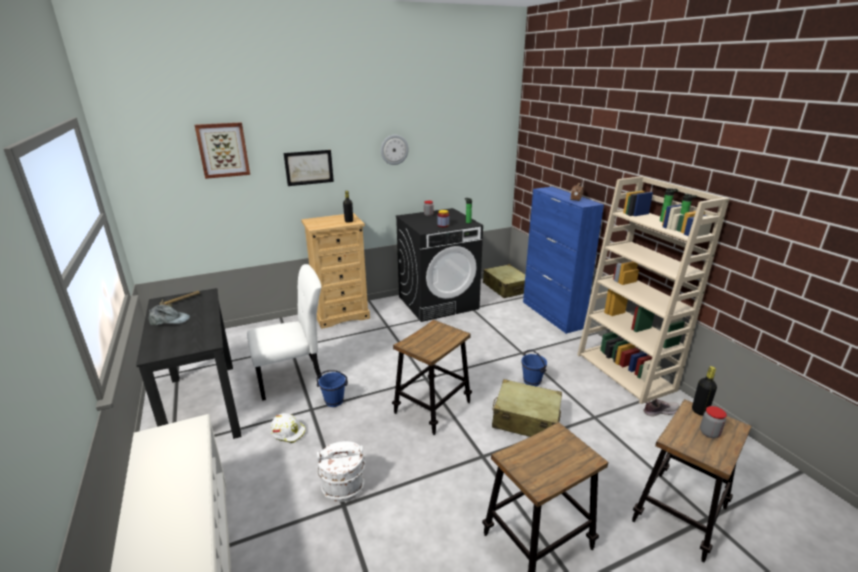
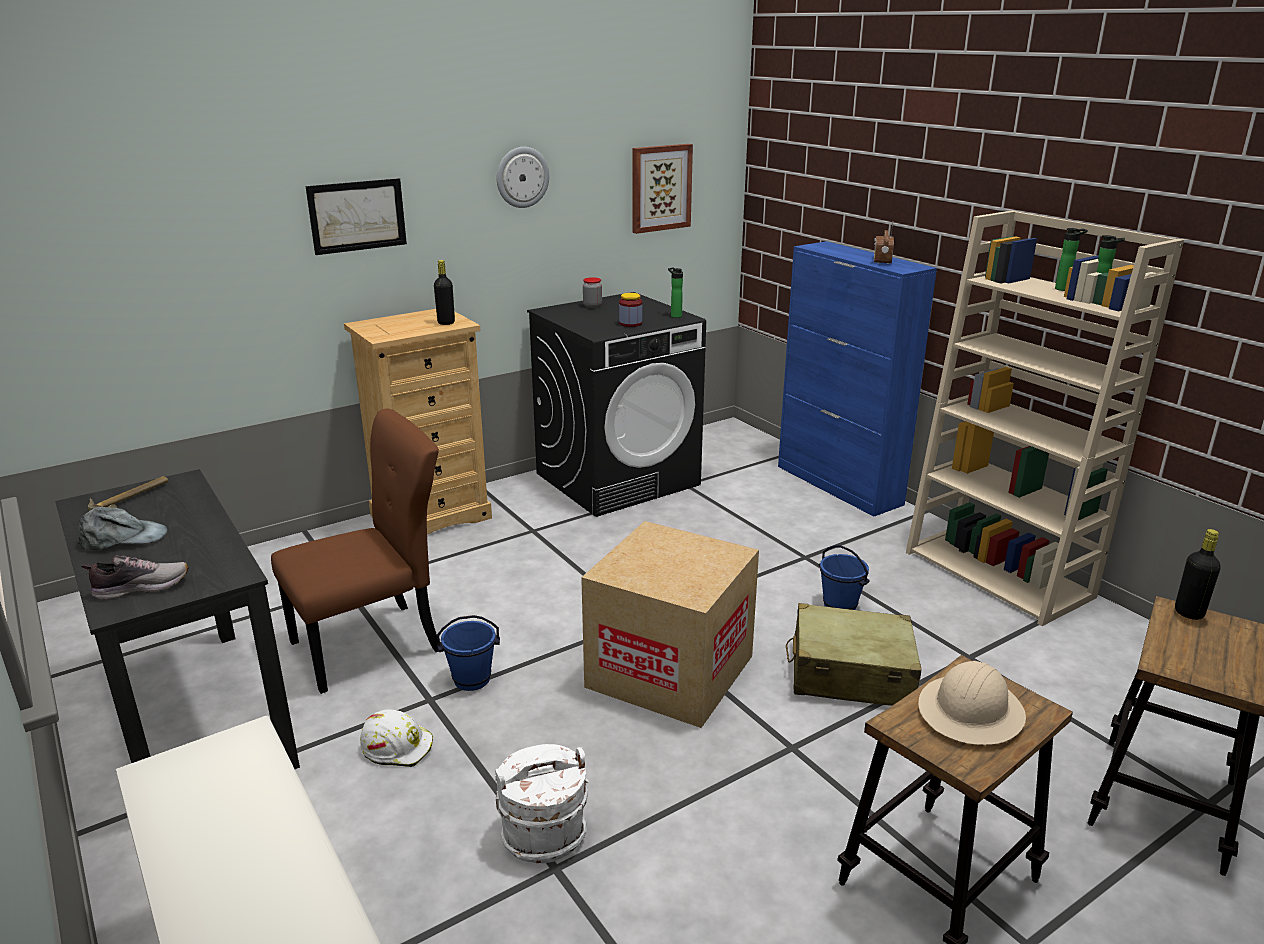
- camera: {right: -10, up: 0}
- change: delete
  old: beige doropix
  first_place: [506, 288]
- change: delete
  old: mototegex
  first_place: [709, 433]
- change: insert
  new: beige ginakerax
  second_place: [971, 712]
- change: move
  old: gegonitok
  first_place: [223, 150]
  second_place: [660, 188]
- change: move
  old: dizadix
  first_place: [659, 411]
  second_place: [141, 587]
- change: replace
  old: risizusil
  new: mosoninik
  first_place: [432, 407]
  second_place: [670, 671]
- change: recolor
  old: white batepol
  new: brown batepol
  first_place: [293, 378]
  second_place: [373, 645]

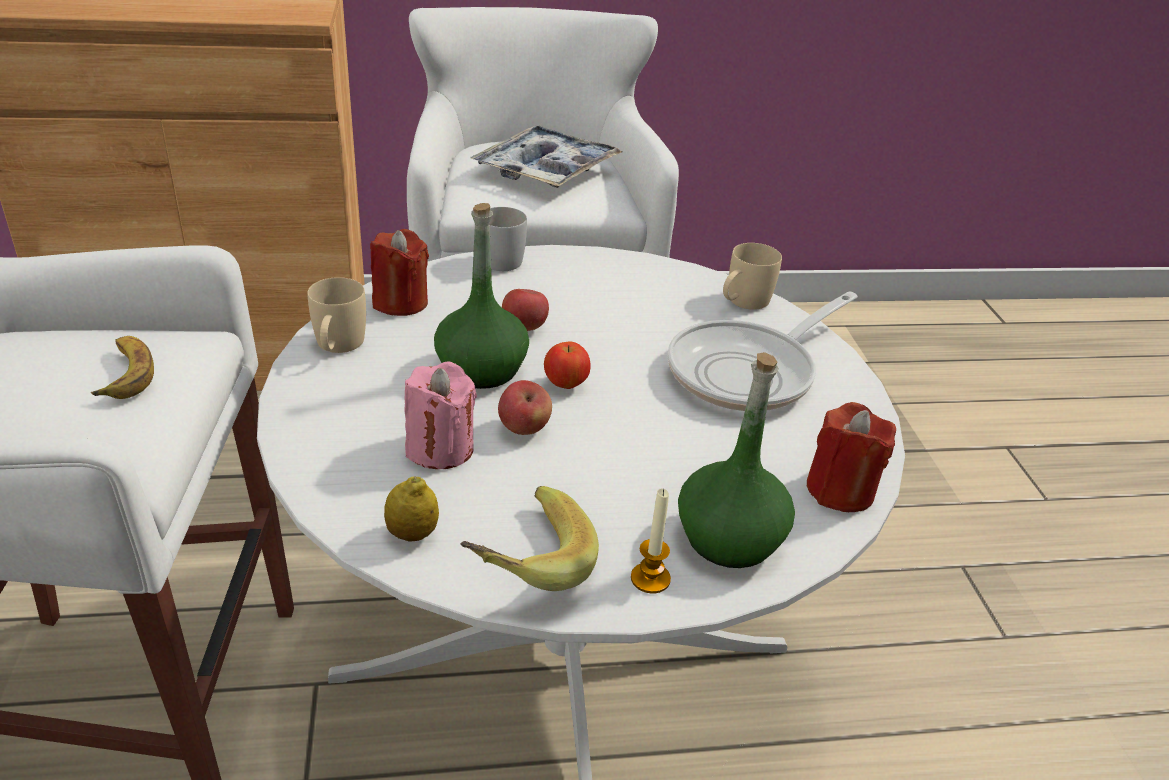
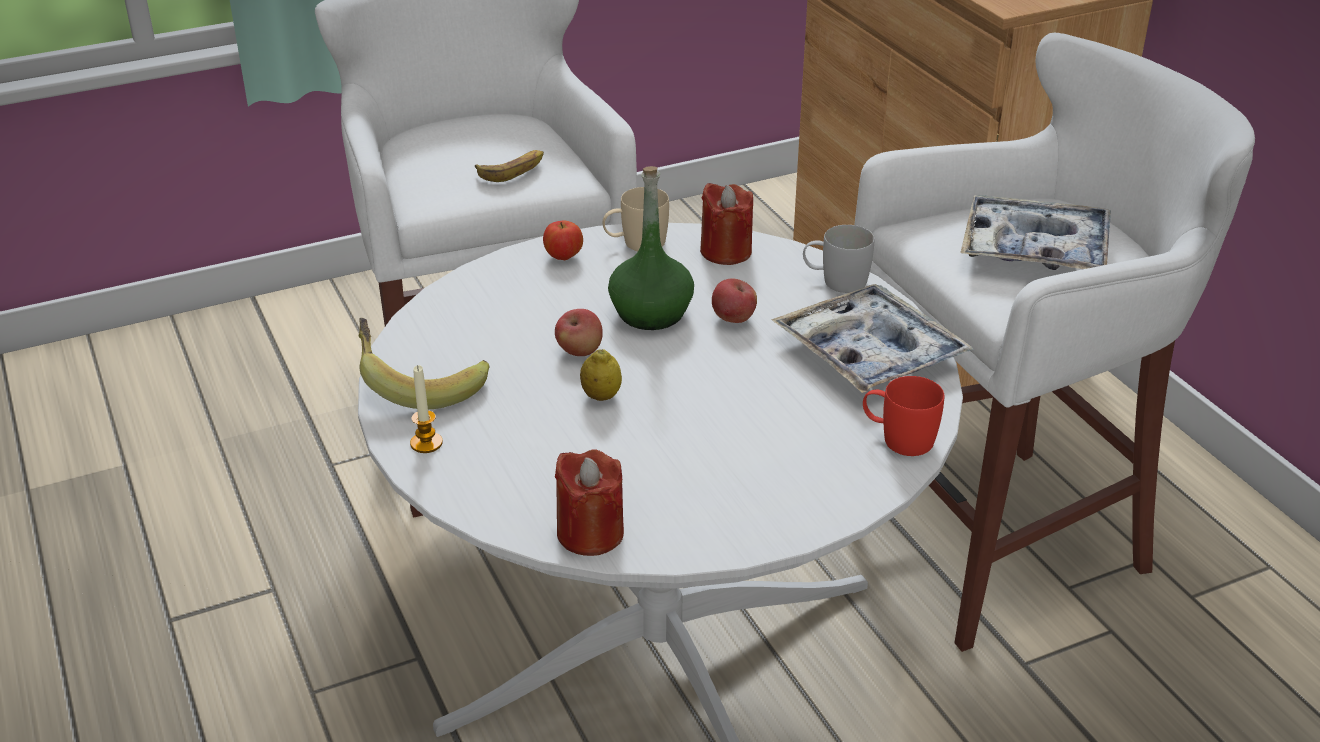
- camera: {right: 75, up: 0}
- change: delete
  old: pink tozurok
  first_place: [440, 448]
- change: delete
  old: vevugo
  first_place: [749, 372]
- change: delete
  old: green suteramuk
  first_place: [730, 538]
- change: insert
  new: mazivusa
  second_place: [869, 353]
- change: move
  old: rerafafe
  first_place: [412, 534]
  second_place: [601, 396]
- change: move
  old: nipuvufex
  first_place: [566, 384]
  second_place: [563, 257]
- change: recolor
  old: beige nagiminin
  new: red nagiminin
  first_place: [742, 303]
  second_place: [898, 438]

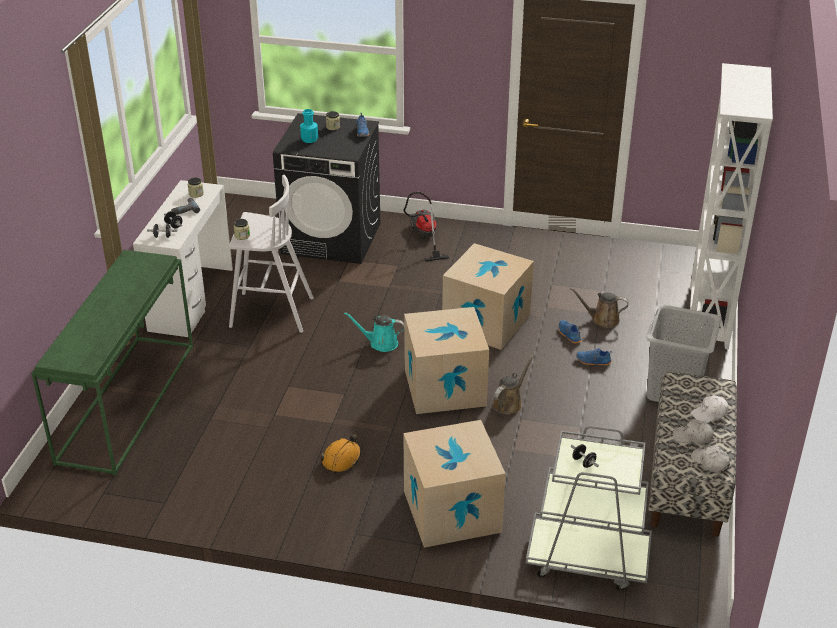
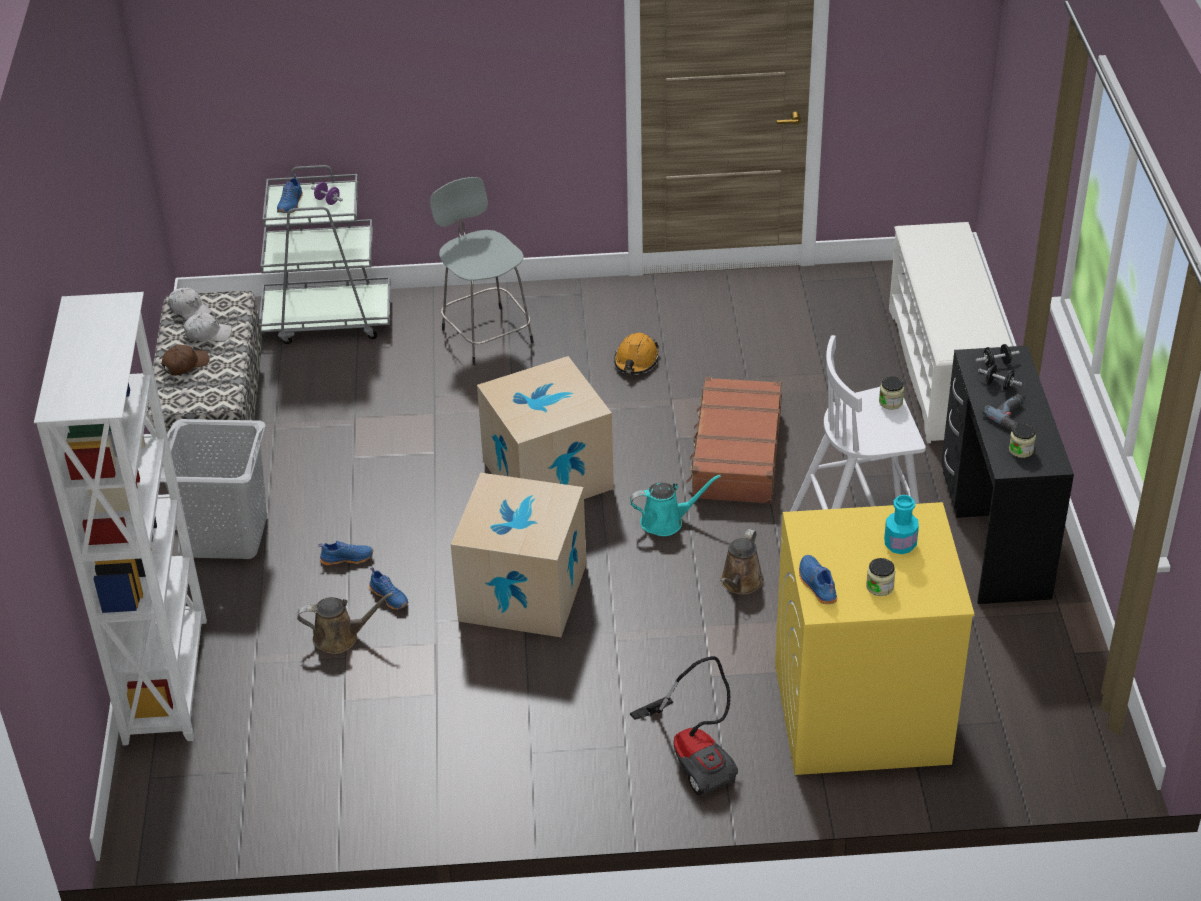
- camera: {right: 165, up: 5}
- change: insert
  new: blue dizadix
  second_place: [291, 204]
- change: insert
  new: brown doropix
  second_place: [735, 454]
- change: move
  old: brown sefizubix
  first_place: [509, 403]
  second_place: [740, 583]
- change: replace
  old: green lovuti
  new: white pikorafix
  first_place: [126, 401]
  second_place: [943, 371]
- change: replace
  old: mosoninik
  new: grey risizusil
  first_place: [452, 511]
  second_place: [485, 334]
- change: recolor
  old: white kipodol
  new: black kipodol
  first_place: [191, 299]
  second_place: [995, 534]
- change: recolor
  old: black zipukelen
  new: yellow zipukelen
  first_place: [332, 238]
  second_place: [860, 713]
- change: recolor
  old: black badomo
  new: purple badomo
  first_place: [583, 462]
  second_place: [327, 201]
- change: recolor
  old: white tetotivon
  new: brown tetotivon
  first_place: [709, 413]
  second_place: [185, 364]

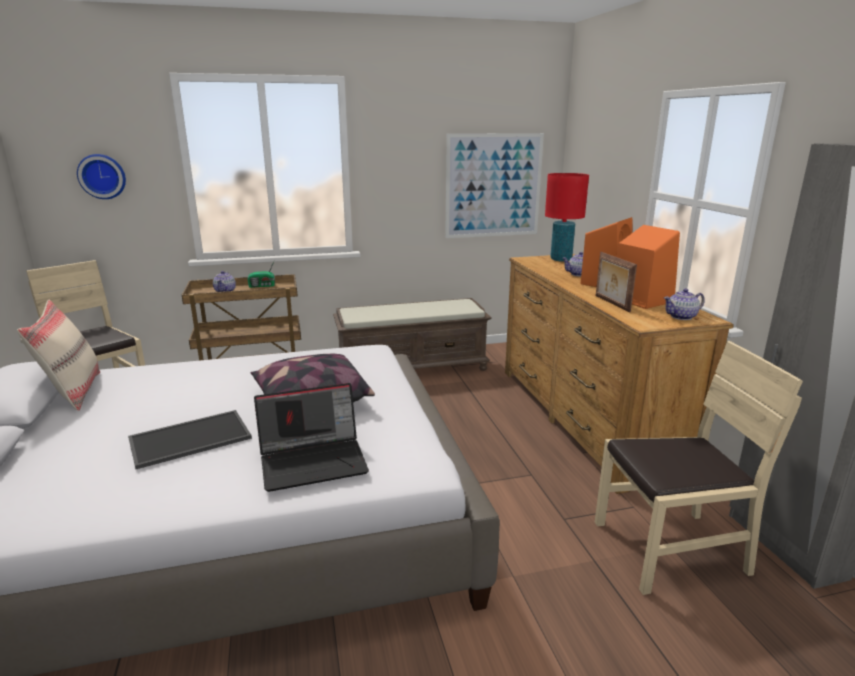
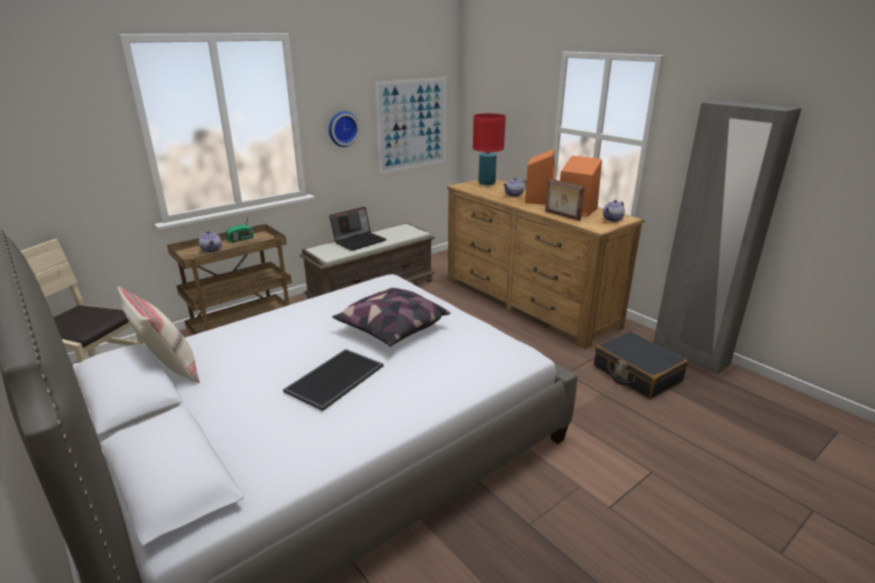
- camera: {right: -25, up: 5}
- change: move
  old: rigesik
  first_place: [102, 176]
  second_place: [342, 128]
- change: move
  old: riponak
  first_place: [314, 461]
  second_place: [359, 241]
- change: replace
  old: beige batepol
  new: black doropix
  first_place: [670, 549]
  second_place: [636, 374]

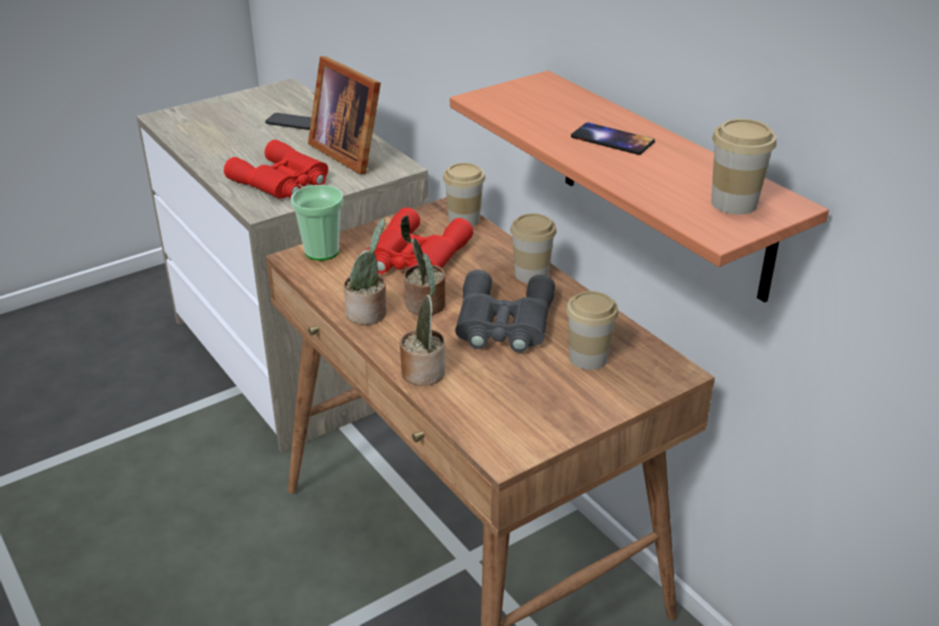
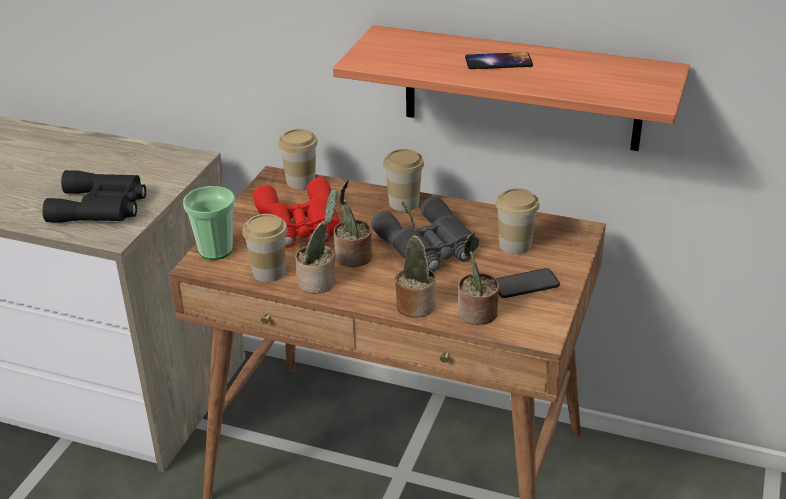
- camera: {right: -35, up: 0}
- change: delete
  old: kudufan
  first_place: [349, 152]
- change: insert
  new: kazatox
  second_place: [476, 314]
- change: move
  old: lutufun
  first_place: [292, 122]
  second_place: [525, 284]
- change: move
  old: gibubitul
  first_place: [734, 203]
  second_place: [269, 272]
- change: recolor
  old: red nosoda
  new: black nosoda
  first_place: [282, 181]
  second_place: [101, 207]

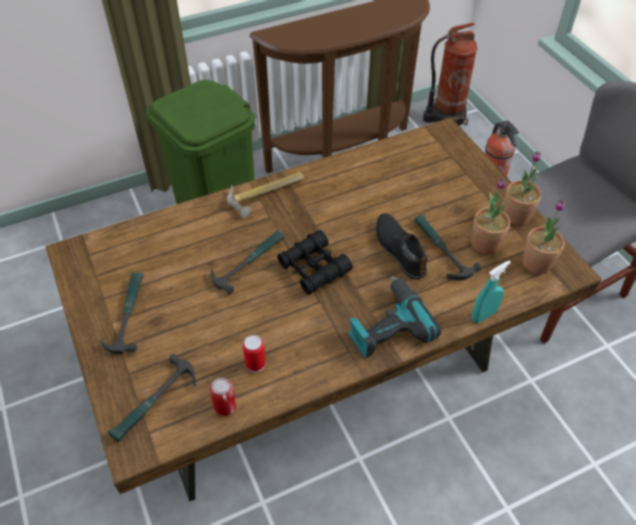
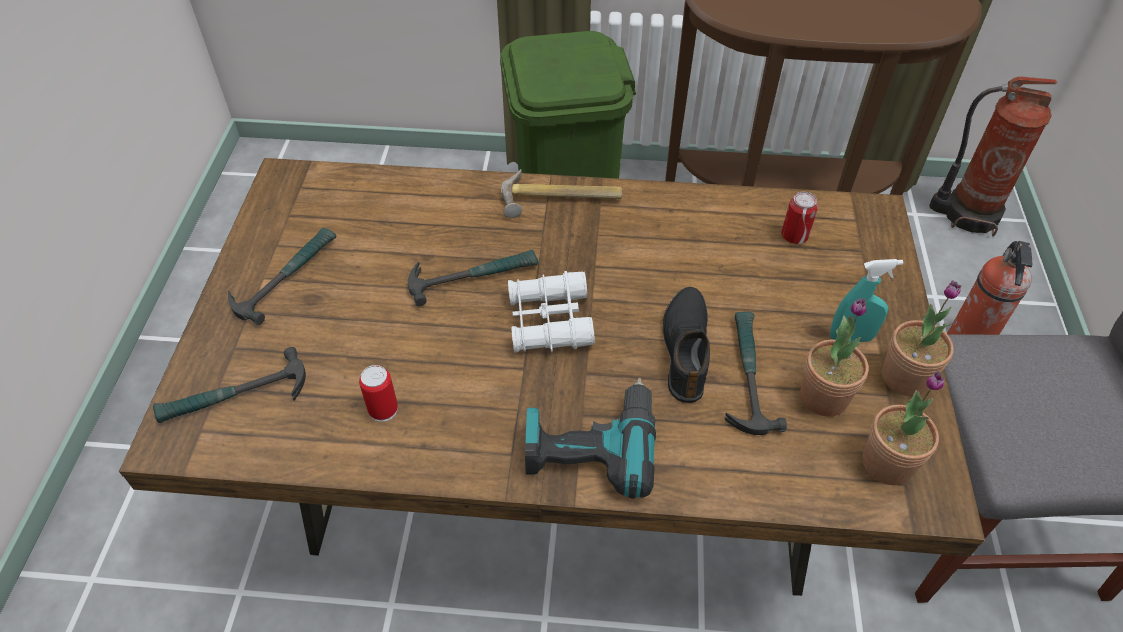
- camera: {right: 30, up: 0}
- change: move
  old: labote
  first_place: [225, 406]
  second_place: [794, 236]
- change: move
  old: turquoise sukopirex
  first_place: [483, 315]
  second_place: [851, 338]
- change: recolor
  old: black nosoda
  new: white nosoda
  first_place: [314, 268]
  second_place: [549, 321]

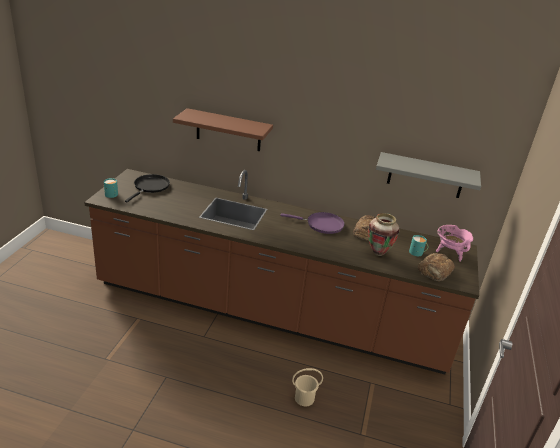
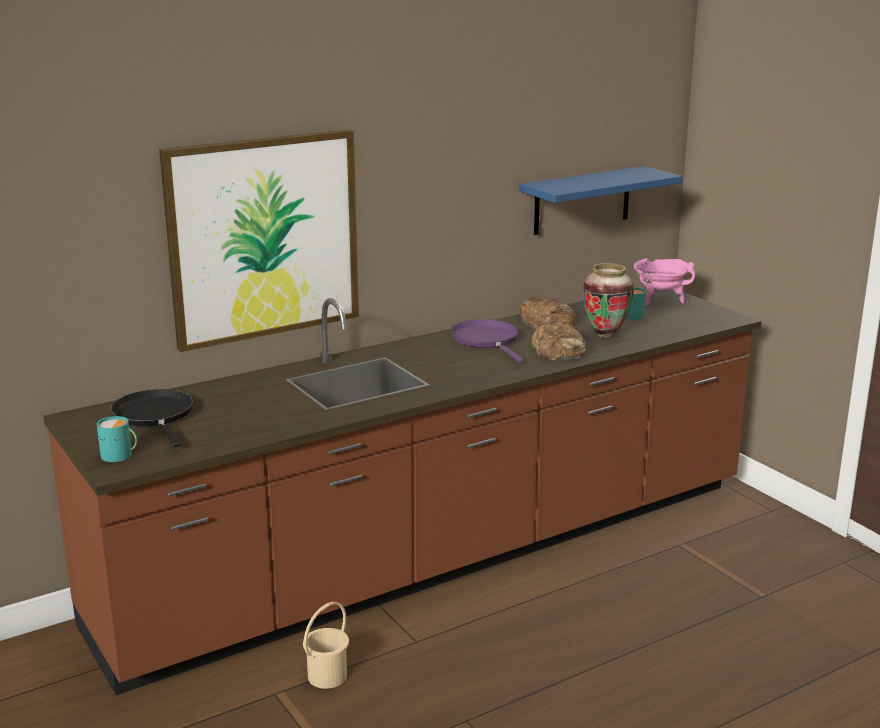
- camera: {right: -45, up: -10}
- change: move
  old: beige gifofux
  first_place: [304, 398]
  second_place: [326, 676]
- change: move
  old: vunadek
  first_place: [435, 271]
  second_place: [559, 350]
- change: replace
  old: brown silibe
  new: gegonitok
  first_place: [228, 130]
  second_place: [264, 238]
- change: recolor
  old: grey silibe
  new: blue silibe
  first_place: [425, 176]
  second_place: [582, 200]
- change: rotate
  old: purple vevugo
  first_place: [322, 225]
  second_place: [487, 340]
  degrees: -75

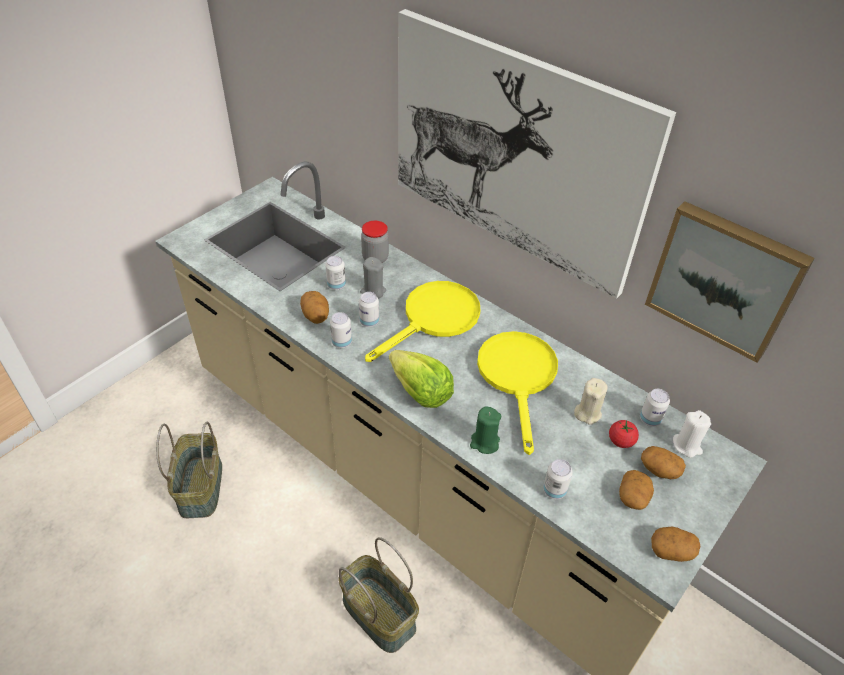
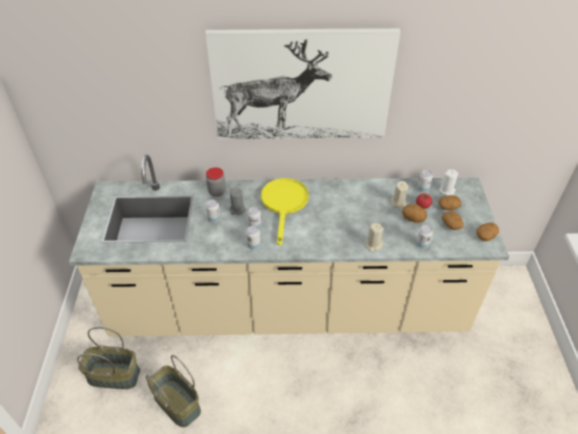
- camera: {right: -40, up: 0}
- change: delete
  old: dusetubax
  first_place: [420, 392]
- change: delete
  old: yellow vevugo
  first_place: [518, 377]
- change: delete
  old: gegonitok
  first_place: [725, 279]
- change: move
  old: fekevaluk
  first_place: [316, 316]
  second_place: [413, 219]
- change: move
  old: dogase
  first_place: [380, 614]
  second_place: [114, 375]
- change: recolor
  old: green tozurok
  new: beige tozurok
  first_place: [484, 442]
  second_place: [373, 245]

